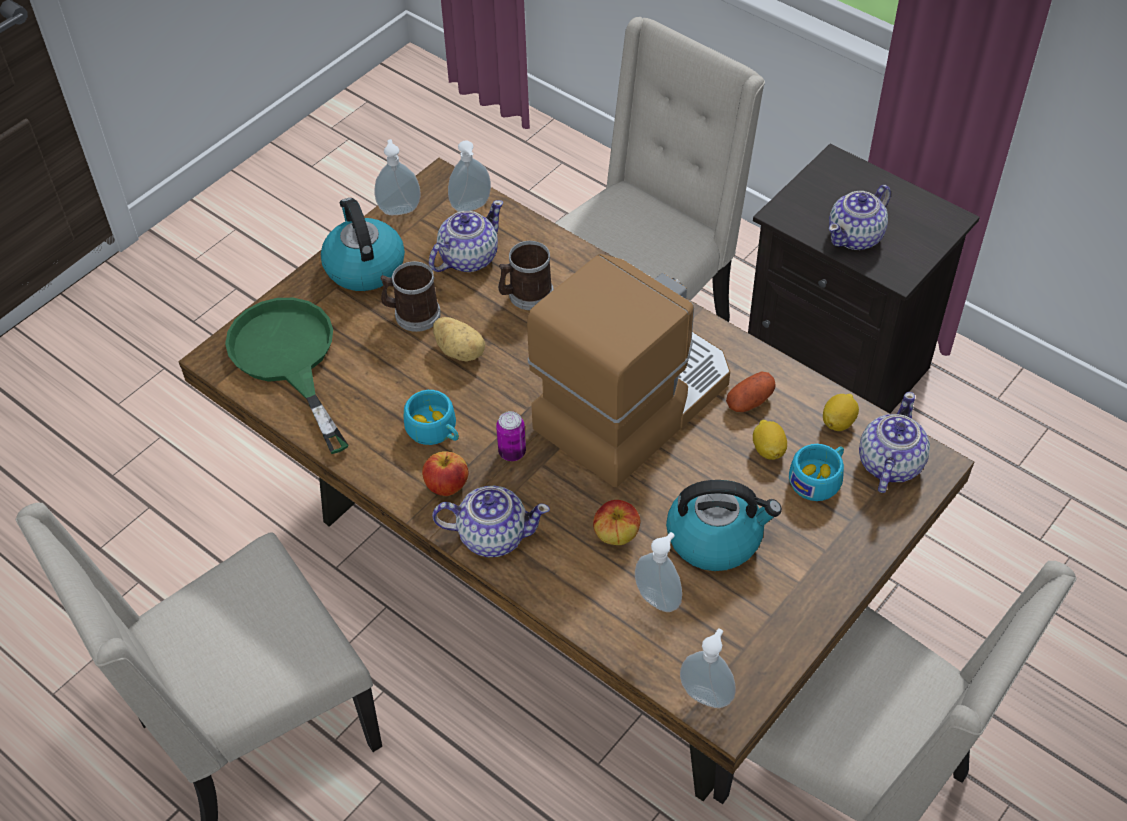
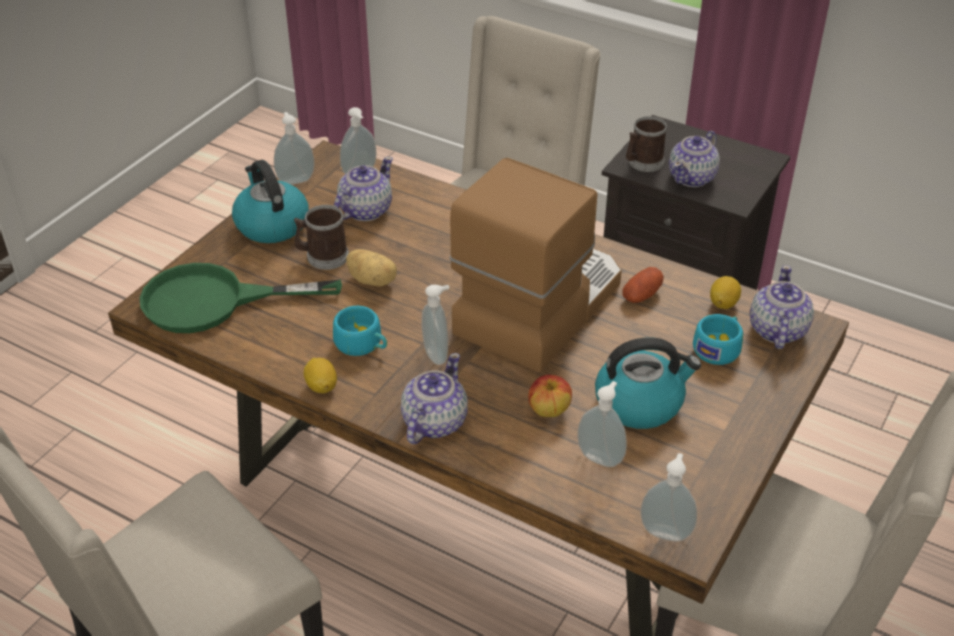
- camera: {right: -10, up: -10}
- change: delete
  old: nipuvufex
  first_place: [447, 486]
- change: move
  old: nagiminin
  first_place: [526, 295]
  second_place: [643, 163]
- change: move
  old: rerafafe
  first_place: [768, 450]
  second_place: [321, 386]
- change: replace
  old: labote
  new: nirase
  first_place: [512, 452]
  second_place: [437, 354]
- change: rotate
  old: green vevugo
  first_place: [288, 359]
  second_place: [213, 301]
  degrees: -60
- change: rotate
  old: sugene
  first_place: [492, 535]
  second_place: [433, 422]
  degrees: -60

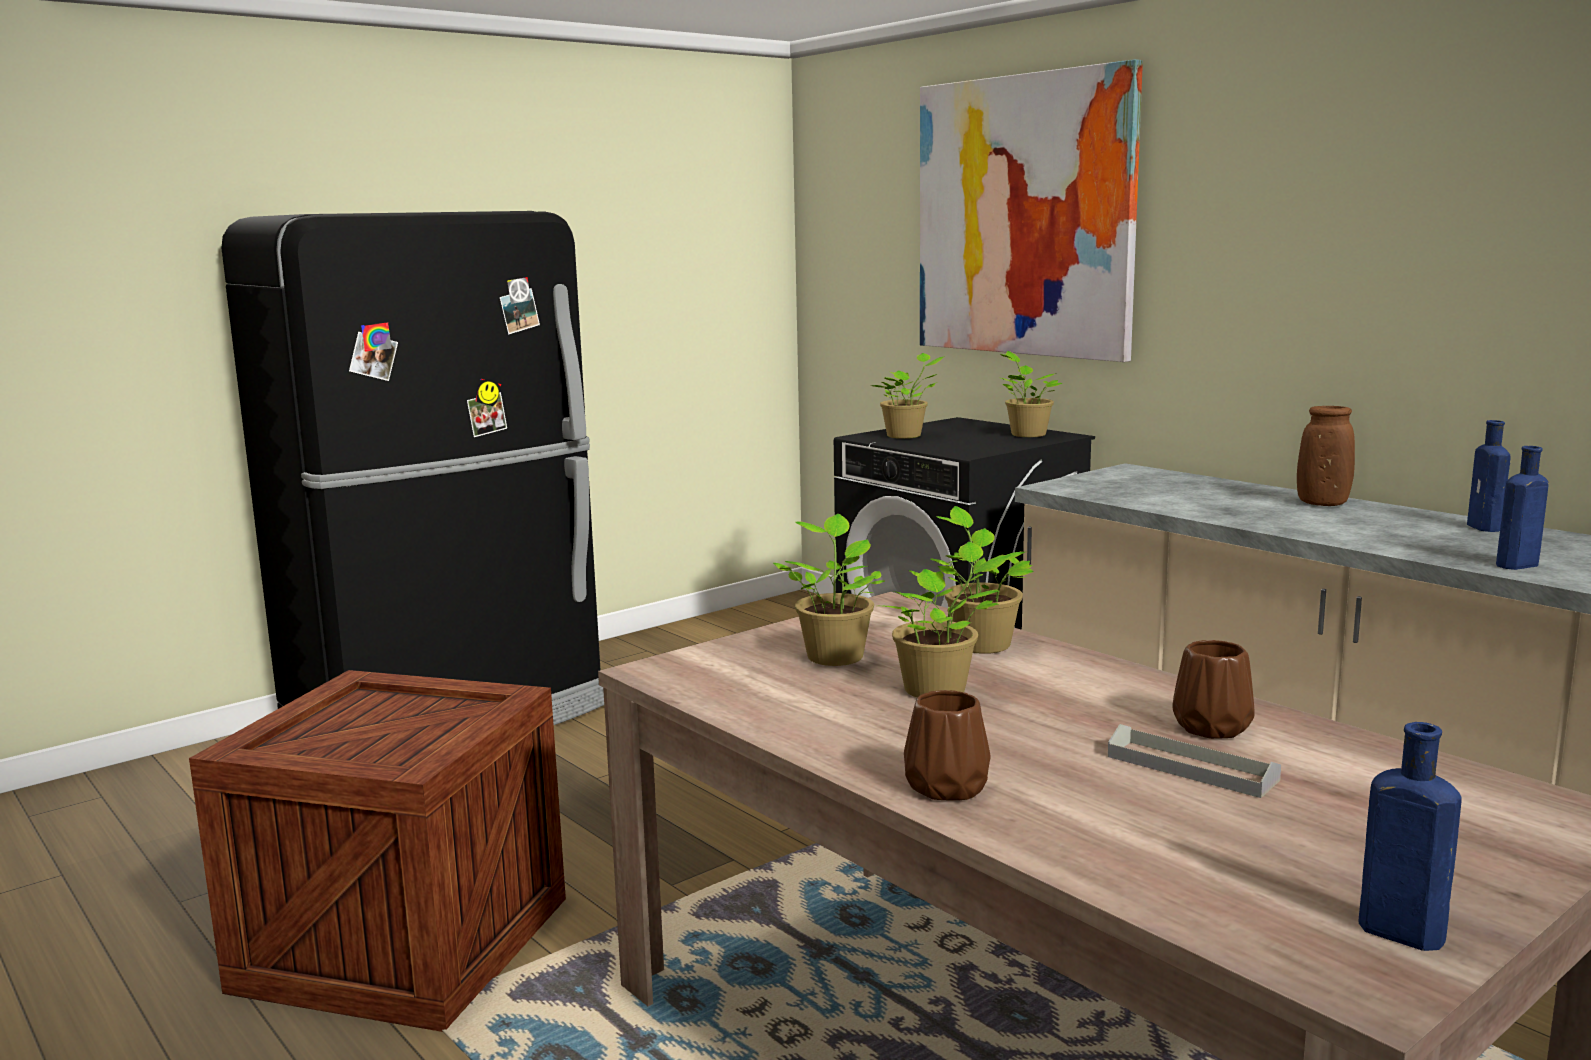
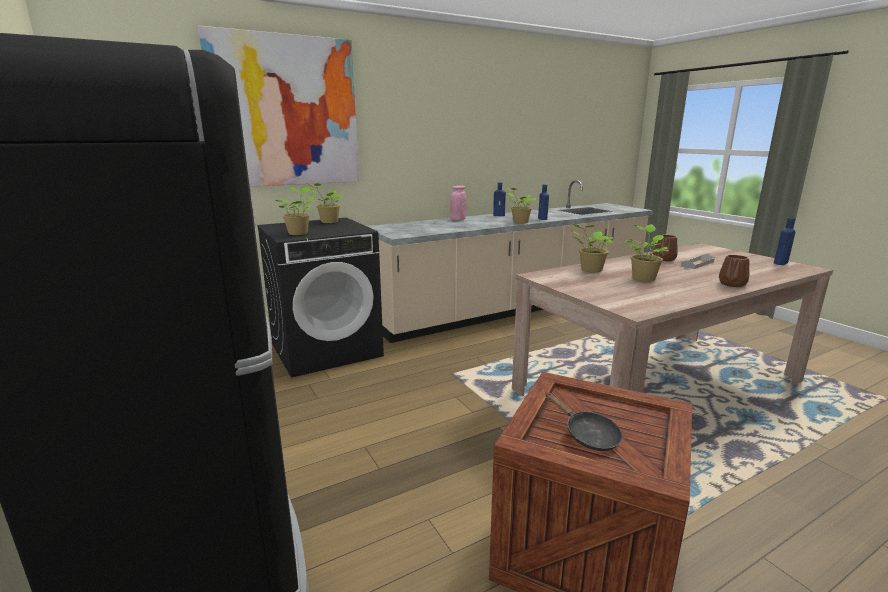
- camera: {right: -80, up: 5}
- change: insert
  new: black vevugo
  second_place: [587, 435]
- change: move
  old: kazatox
  first_place: [835, 655]
  second_place: [519, 222]
- change: recolor
  old: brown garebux
  new: pink garebux
  first_place: [1322, 504]
  second_place: [458, 220]

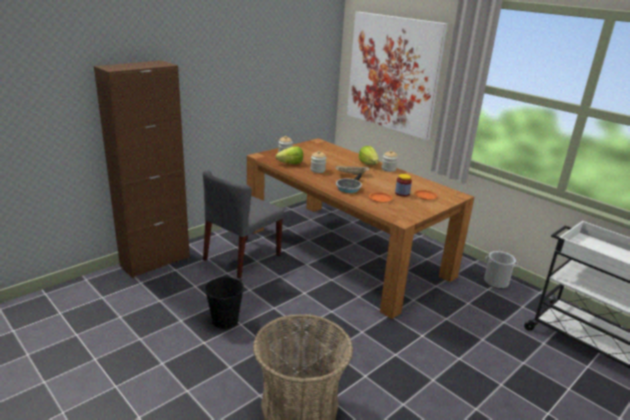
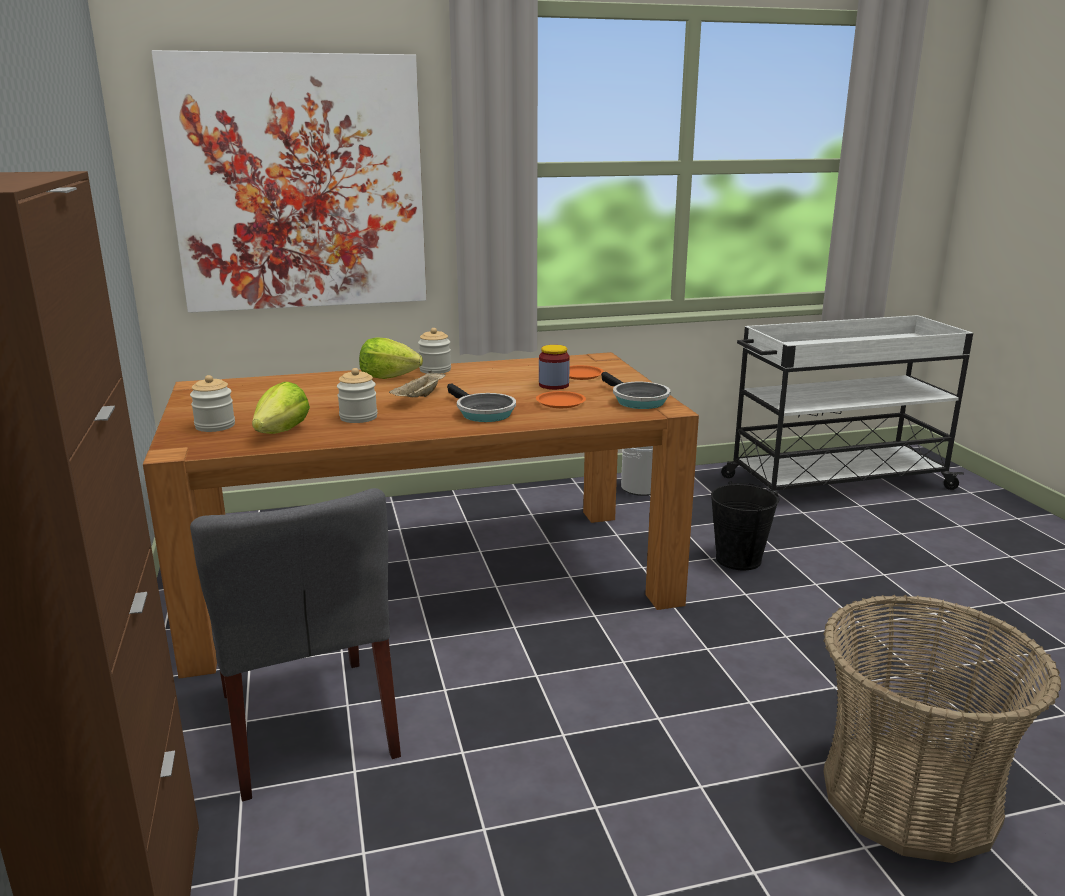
- camera: {right: -60, up: -5}
- change: insert
  new: vevugo
  second_place: [637, 400]
- change: move
  old: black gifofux
  first_place: [225, 320]
  second_place: [738, 559]

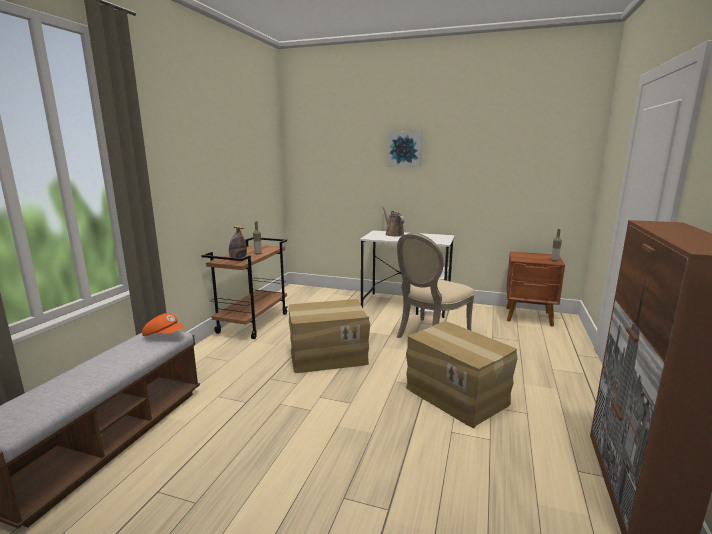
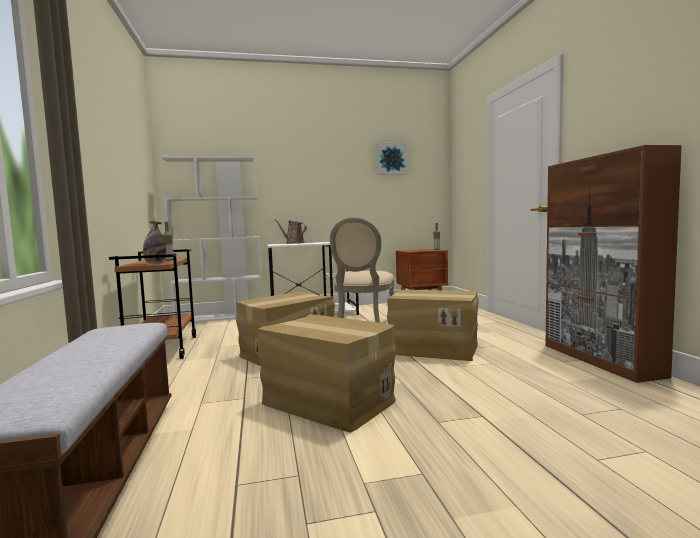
- camera: {right: -30, up: -10}
- change: delete
  old: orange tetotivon
  first_place: [164, 335]
- change: insert
  new: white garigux
  second_place: [221, 317]
- change: insert
  new: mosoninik
  second_place: [327, 402]
- change: move
  old: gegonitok
  first_place: [405, 149]
  second_place: [391, 159]

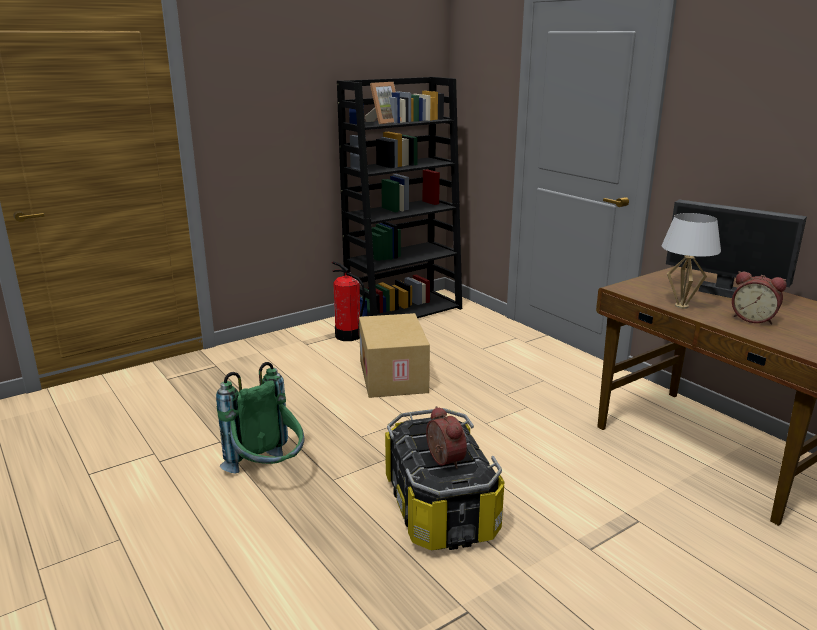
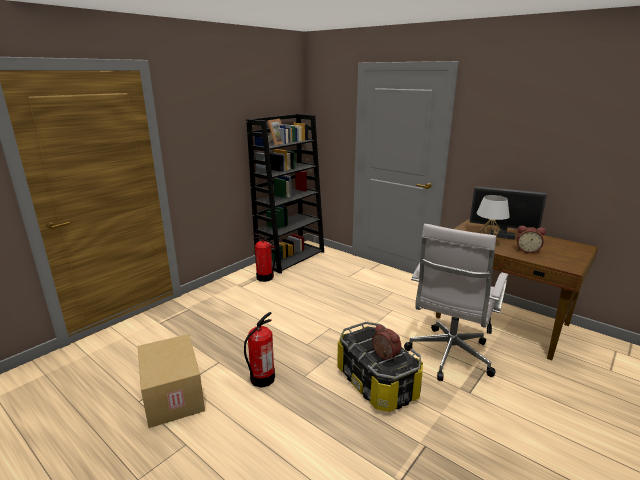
- camera: {right: -15, up: 0}
- change: insert
  new: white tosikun
  second_place: [448, 357]
- change: move
  old: mosoninik
  first_place: [394, 376]
  second_place: [174, 395]
- change: replace
  old: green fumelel
  new: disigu
  first_place: [268, 473]
  second_place: [262, 379]

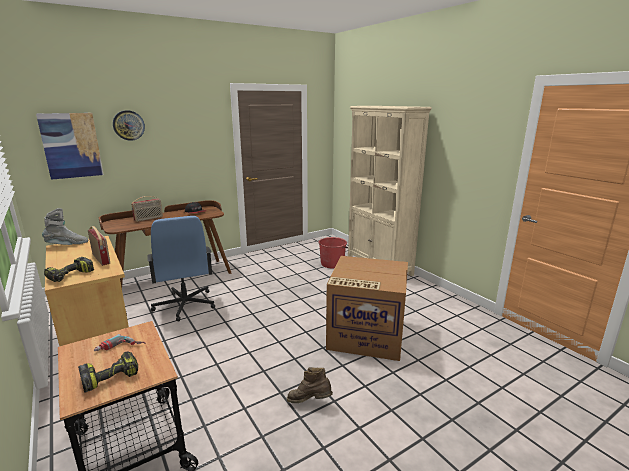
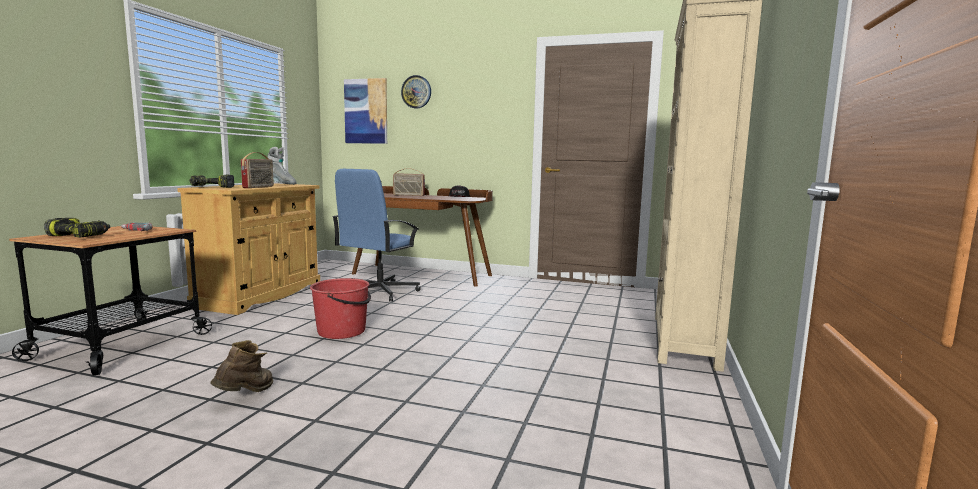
- camera: {right: 50, up: -10}
- change: delete
  old: mosoninik
  first_place: [365, 335]
- change: move
  old: red gifofux
  first_place: [332, 264]
  second_place: [342, 331]
- change: rotate
  old: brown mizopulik
  first_place: [309, 402]
  second_place: [246, 395]
  degrees: 45

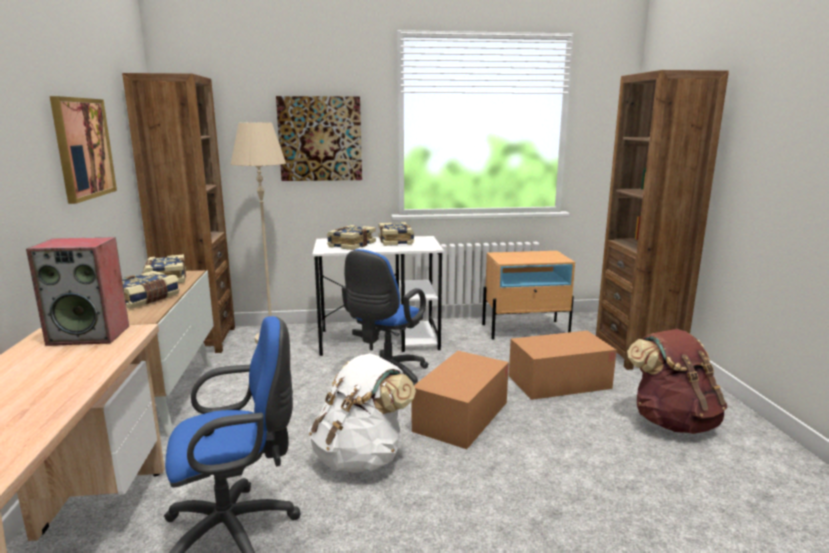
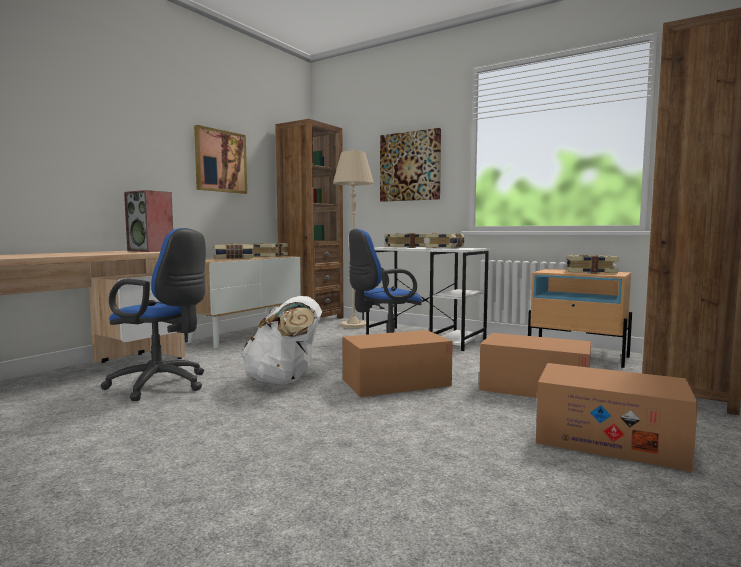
- camera: {right: 40, up: -10}
- change: insert
  new: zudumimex
  second_place: [590, 272]
- change: replace
  old: brown fumelel
  new: mosoninik
  first_place: [672, 421]
  second_place: [609, 440]

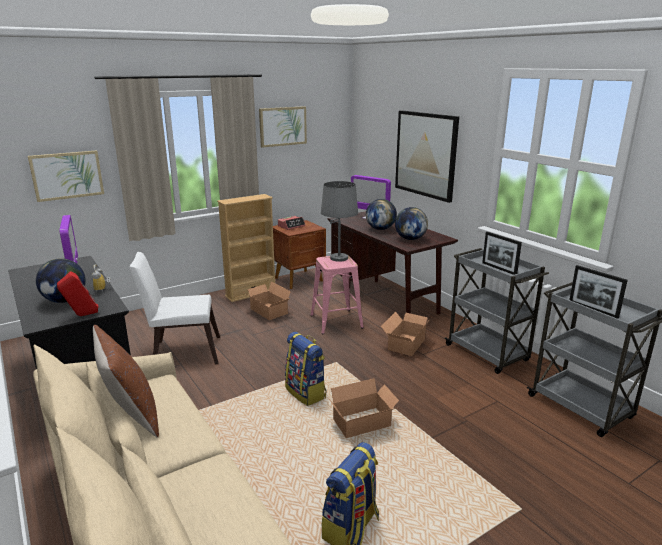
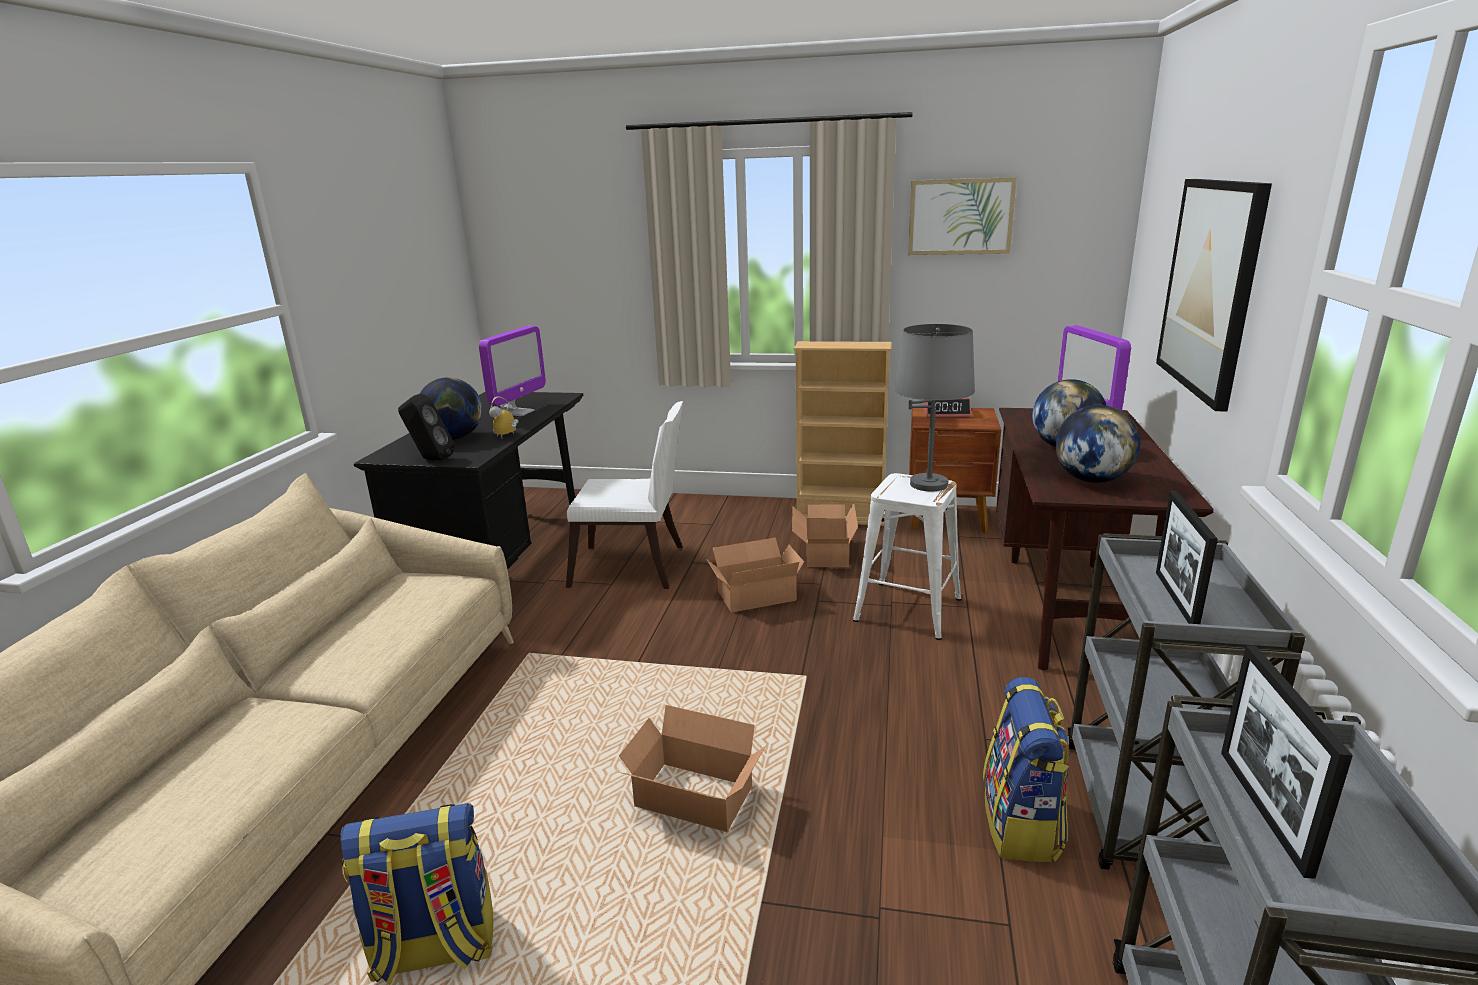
- camera: {right: 45, up: 0}
- change: delete
  old: gegonitok
  first_place: [67, 175]
- change: delete
  old: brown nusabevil
  first_place: [131, 415]
- change: move
  old: fumelel
  first_place: [306, 392]
  second_place: [1022, 825]
- change: move
  old: mosoninik
  first_place: [404, 344]
  second_place: [754, 595]
- change: recolor
  old: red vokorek
  new: black vokorek
  first_place: [81, 315]
  second_place: [430, 459]
- change: recolor
  old: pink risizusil
  new: white risizusil
  first_place: [335, 321]
  second_place: [907, 609]
- change: rotate
  old: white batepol
  first_place: [181, 352]
  second_place: [635, 568]
  degrees: 150

